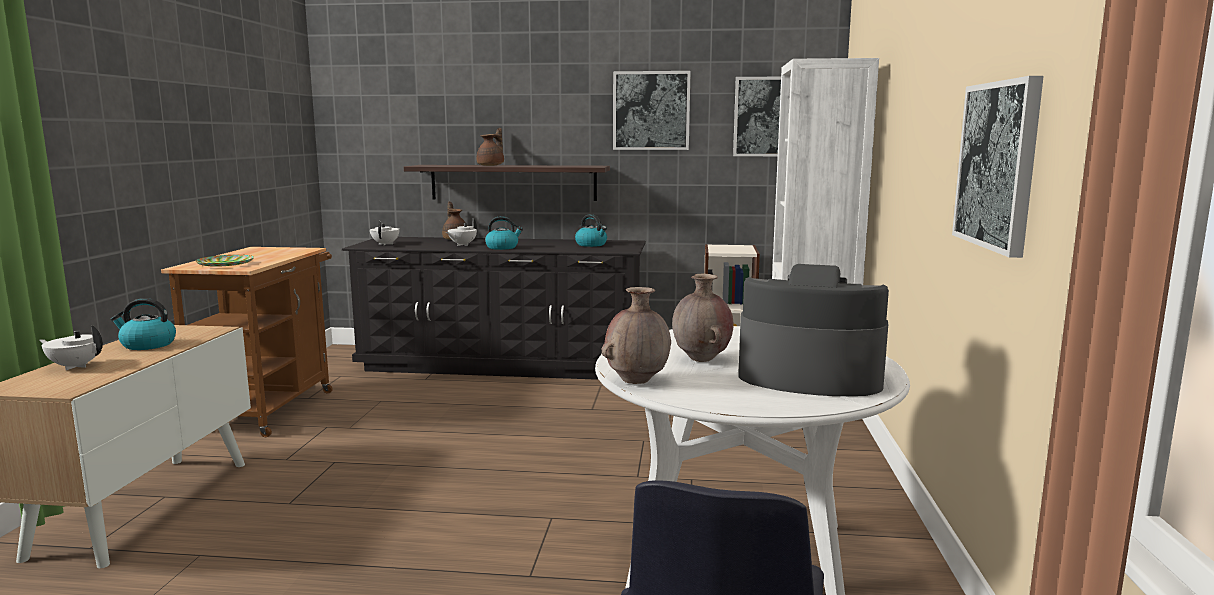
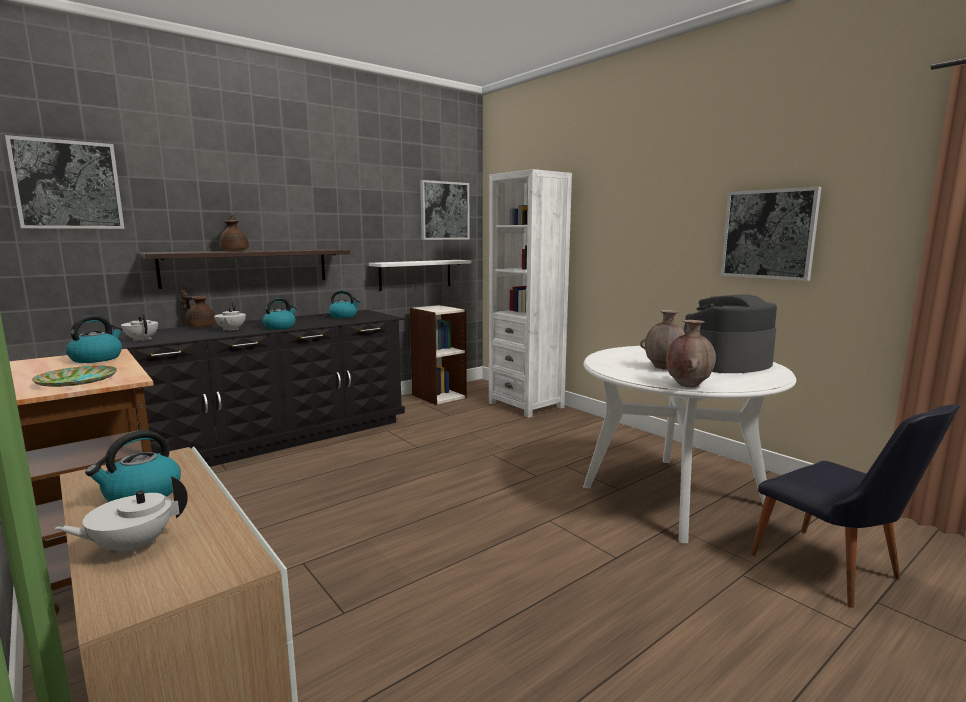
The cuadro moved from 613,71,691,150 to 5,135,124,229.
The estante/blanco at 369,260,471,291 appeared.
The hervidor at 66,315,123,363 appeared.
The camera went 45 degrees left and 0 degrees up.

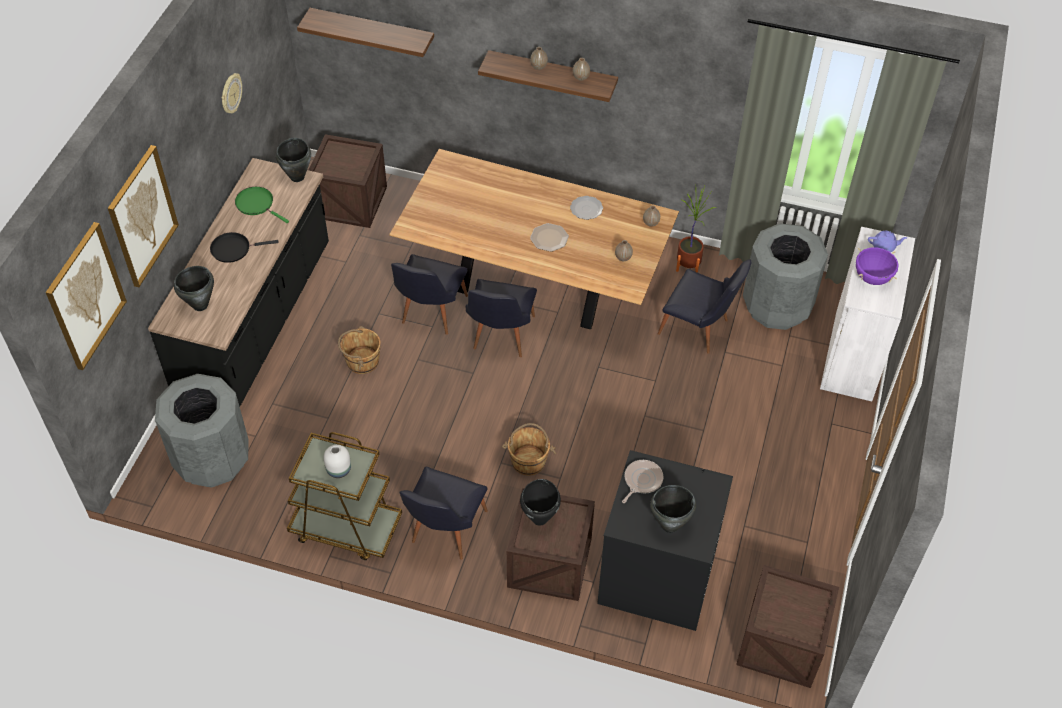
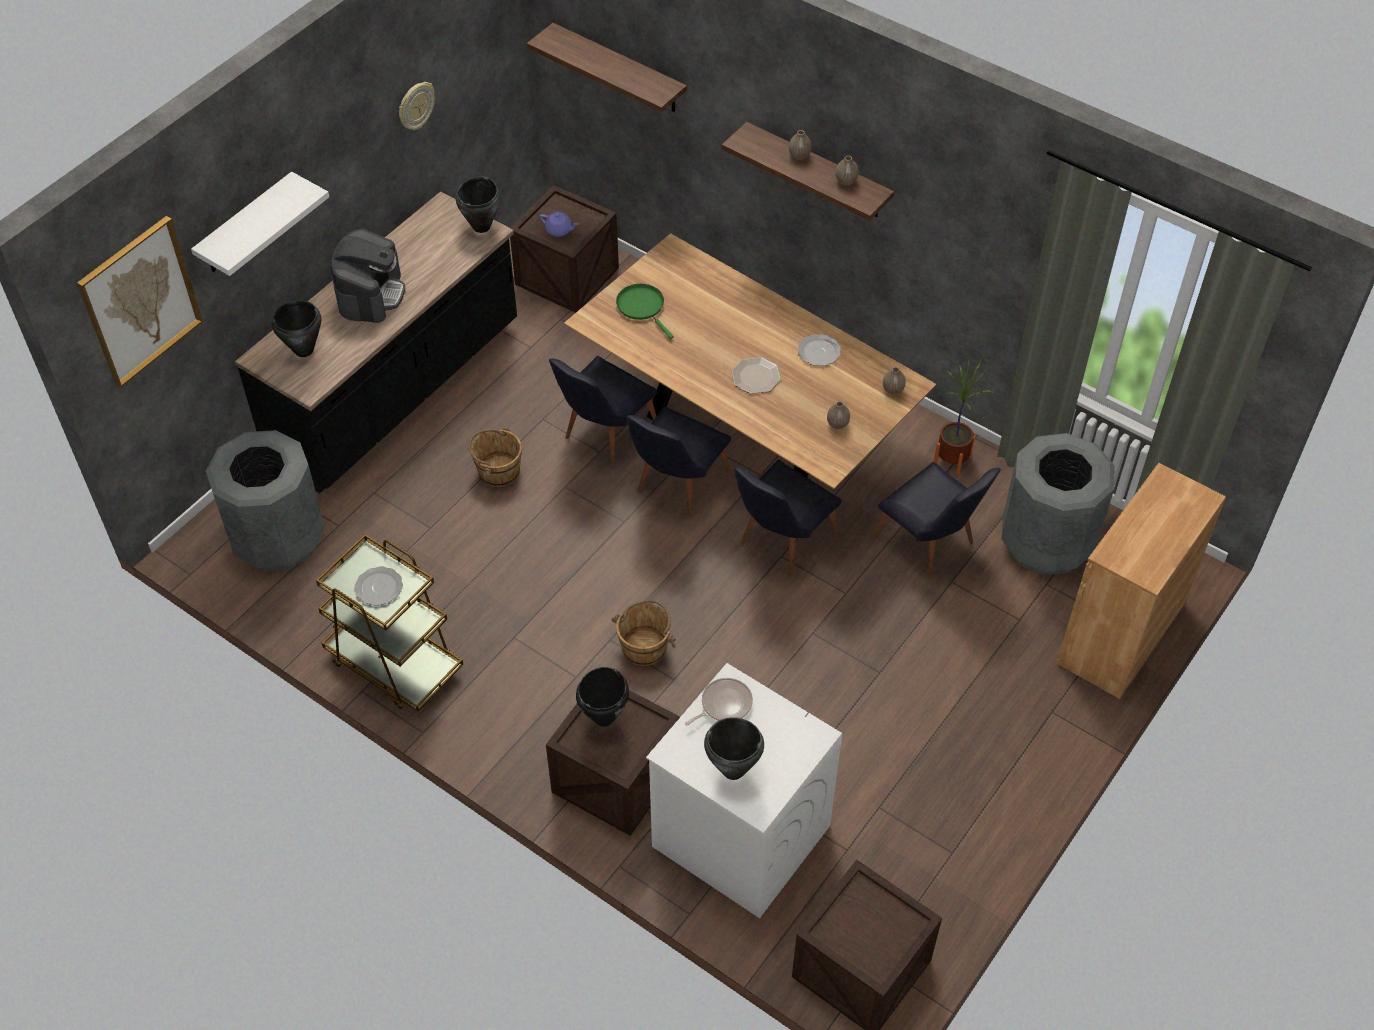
The cuadro at 108,145,179,287 was replaced by the estante/blanco at 191,172,329,276.
The sartén/verde moved from 235,187,289,223 to 616,284,674,339.
The armario/blanco at 820,227,915,402 became the armario/marrón at 1057,463,1226,699.
The tetera/morado moved from 868,231,907,252 to 539,211,579,237.
The sartén/negro at 210,232,279,263 was replaced by the cafetera at 331,229,405,323.
The olla/morado at 856,247,899,285 disappeared.
The florero/blanco at 324,445,351,478 was replaced by the plato at 355,566,403,606.
The lavadora/negro at 597,450,733,631 became the lavadora/blanco at 646,663,842,918.
The silla/negro moved from 400,467,488,560 to 734,460,841,577.
The camera went 20 degrees right and 0 degrees up.

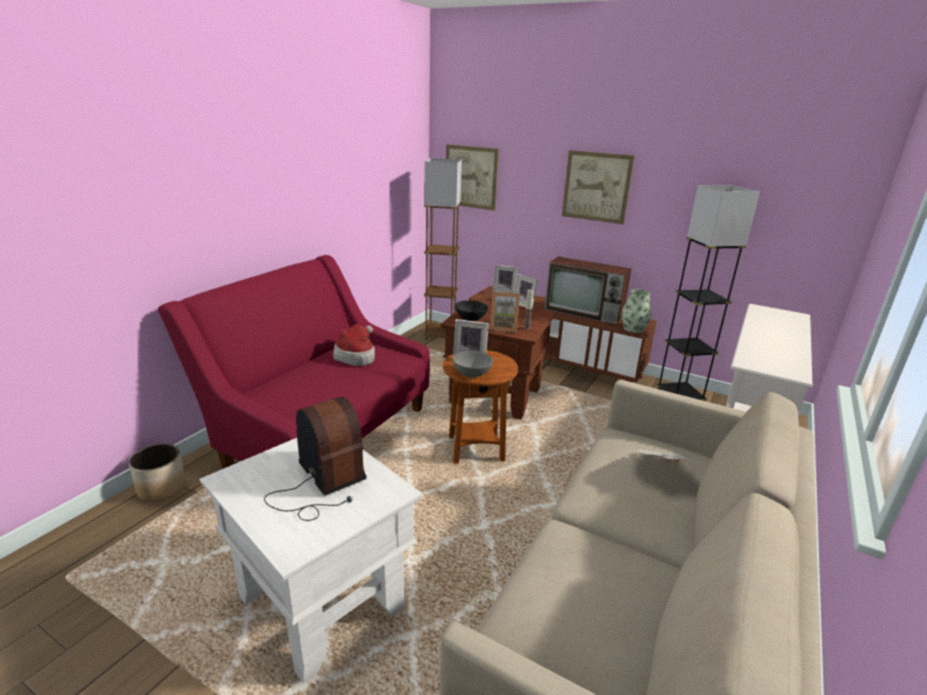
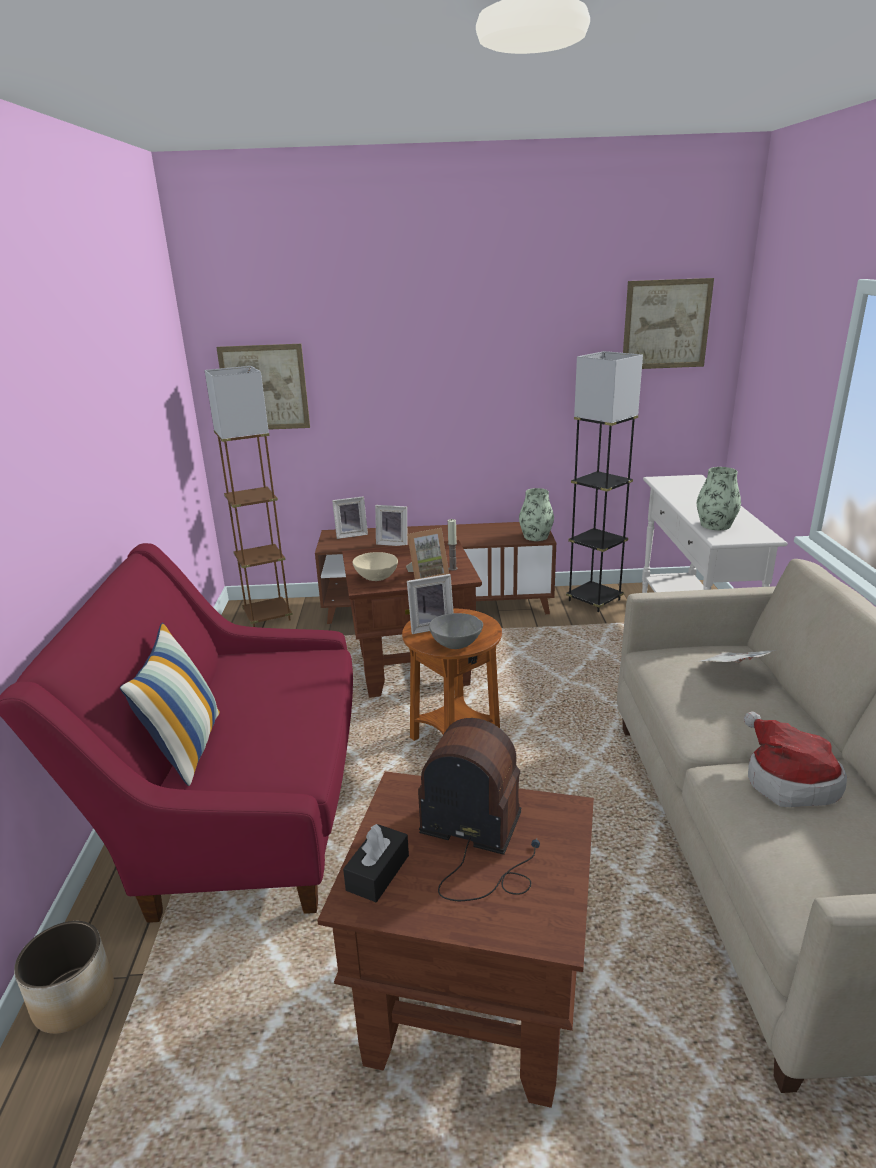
The cuadro moved from 562,150,635,224 to 623,278,714,369.
The televisor at 544,256,631,325 disappeared.
The cuenco/negro at 455,300,488,321 became the cuenco/beis at 353,552,398,581.
The sombrero moved from 333,324,375,366 to 744,711,847,807.
The mesa auxiliar/blanco at 200,438,423,683 became the mesa auxiliar/marrón at 317,771,594,1108.
The florero at 697,467,741,530 appeared.
The cojín at 120,623,220,786 appeared.
The caja de pañuelos/negro at 343,824,409,902 appeared.
The camera went 30 degrees left and 0 degrees up.

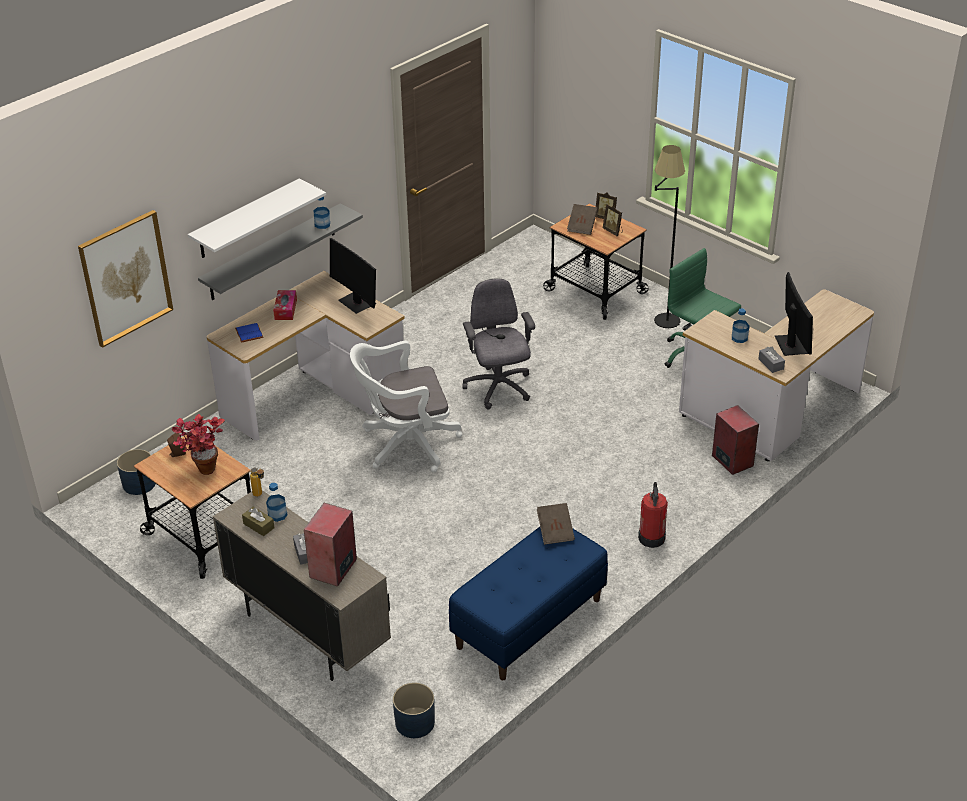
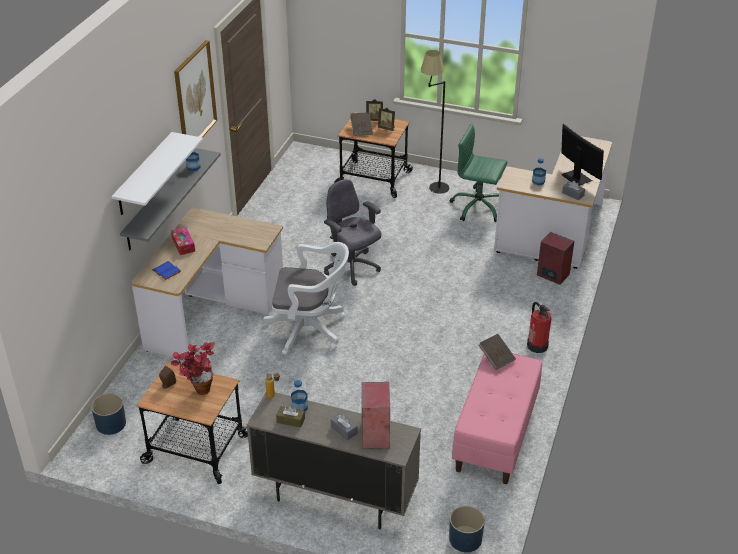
The cuadro moved from 78,210,173,348 to 174,40,217,138.
The monitor at 330,238,376,314 disappeared.
The silla de oficina/blanco at 350,341,463,473 turned 135 degrees counterclockwise.
The banco/azul at 449,527,608,680 became the banco/rosa at 452,353,542,484.
The camera went 25 degrees left and 0 degrees up.

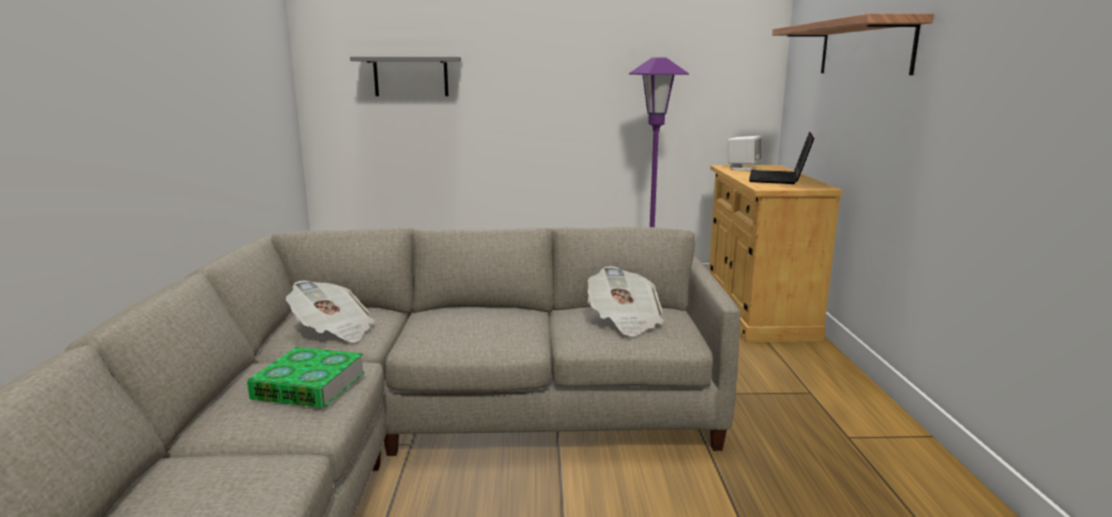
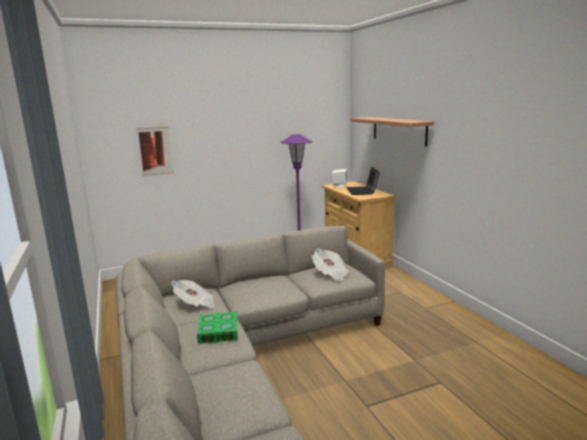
The estante/gris at 350,57,461,96 was replaced by the cuadro at 136,127,174,176.
The camera went 20 degrees left and 0 degrees up.

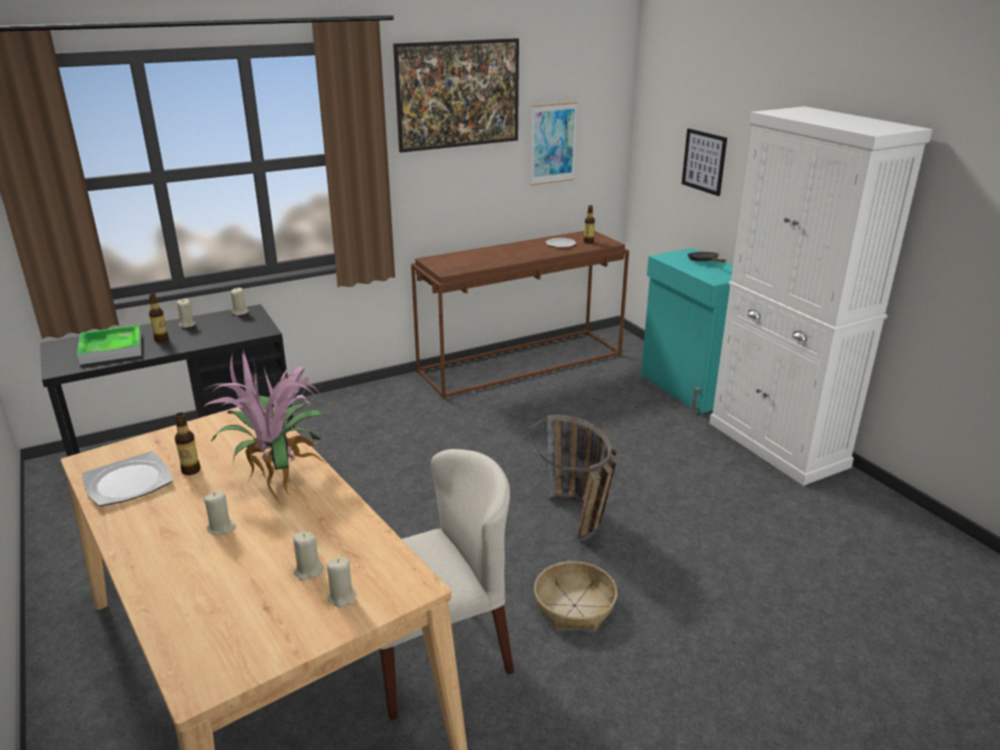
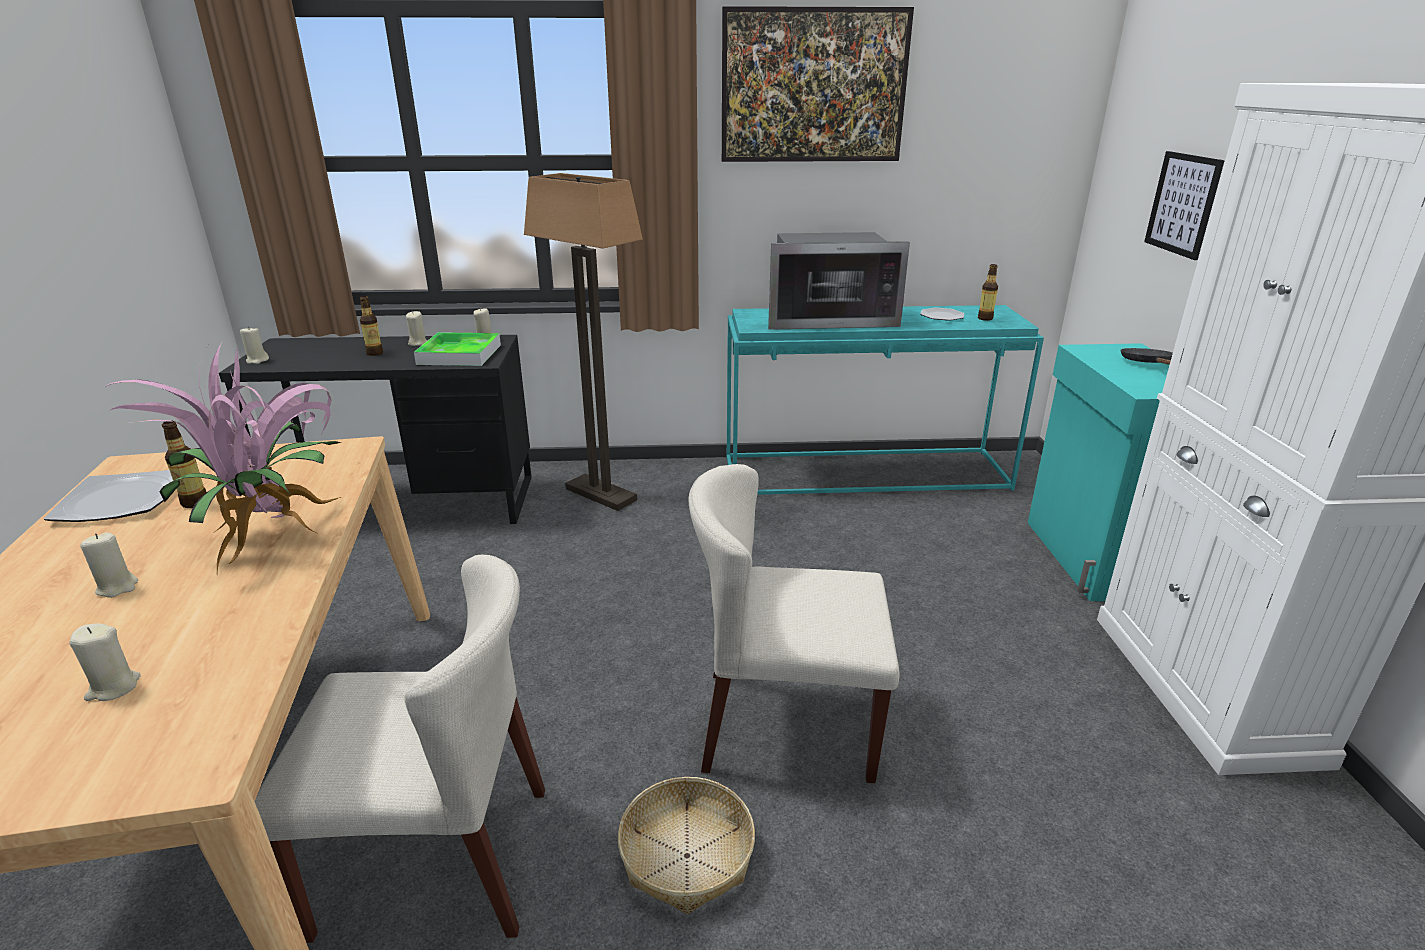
The cuadro at 531,102,577,185 disappeared.
The mesa consola/marrón at 411,231,629,399 became the mesa consola/turquesa at 727,305,1044,495.
The bandeja moved from 77,325,142,365 to 414,332,501,366.
The cesta at 527,415,617,540 was replaced by the silla/beis at 689,464,899,783.
The vela/beis moved from 327,556,356,608 to 240,326,269,364.
The lámpara de pie at 524,173,643,511 appeared.
The microondas at 768,232,910,330 appeared.
The camera went 25 degrees right and 0 degrees up.

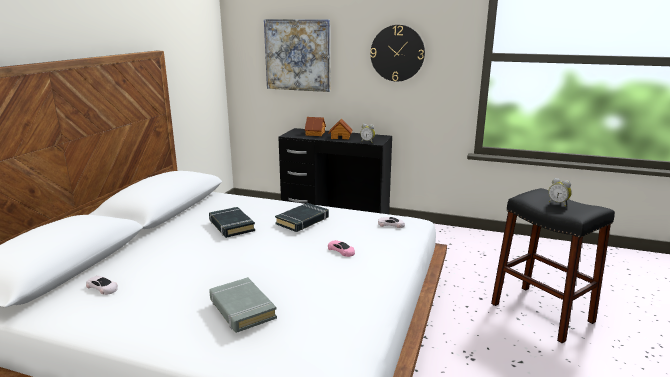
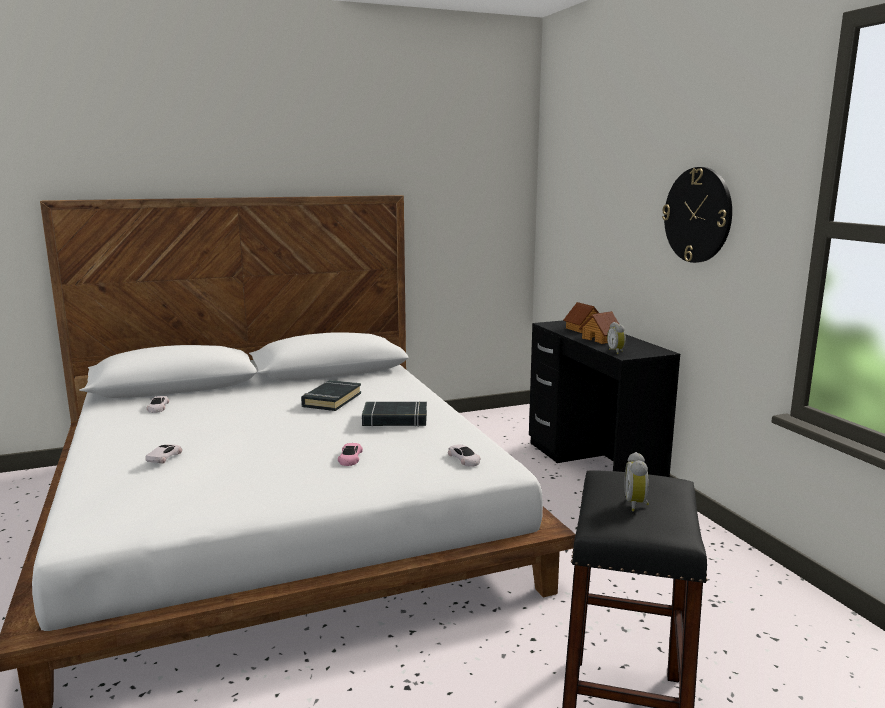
The cuadro at 264,19,330,92 disappeared.
The libro/gris at 209,277,277,333 was replaced by the coche de juguete/blanco at 145,444,182,464.
The camera went 50 degrees right and 5 degrees down.

